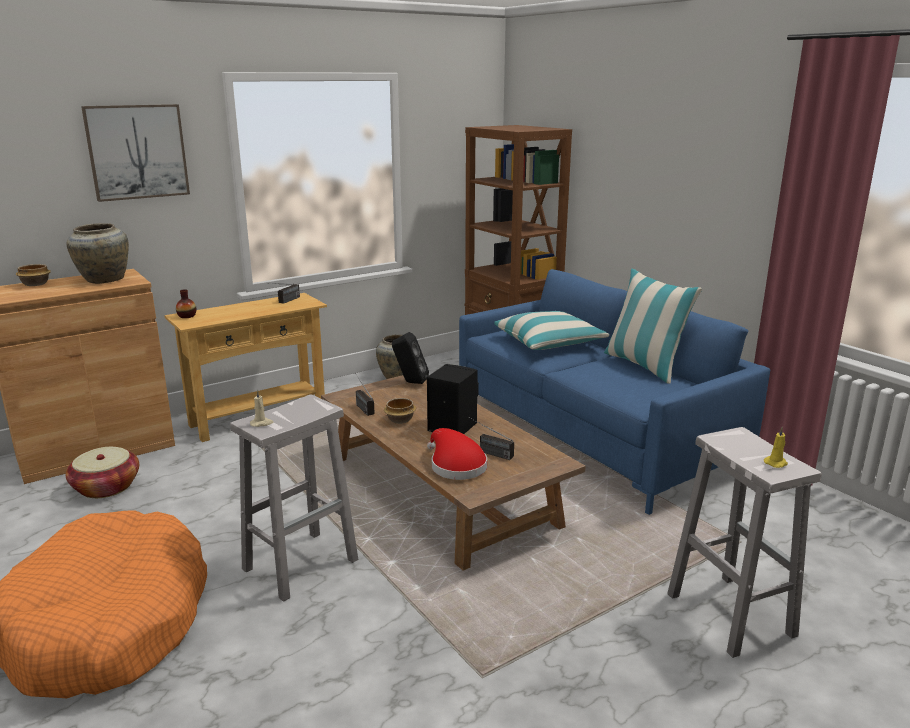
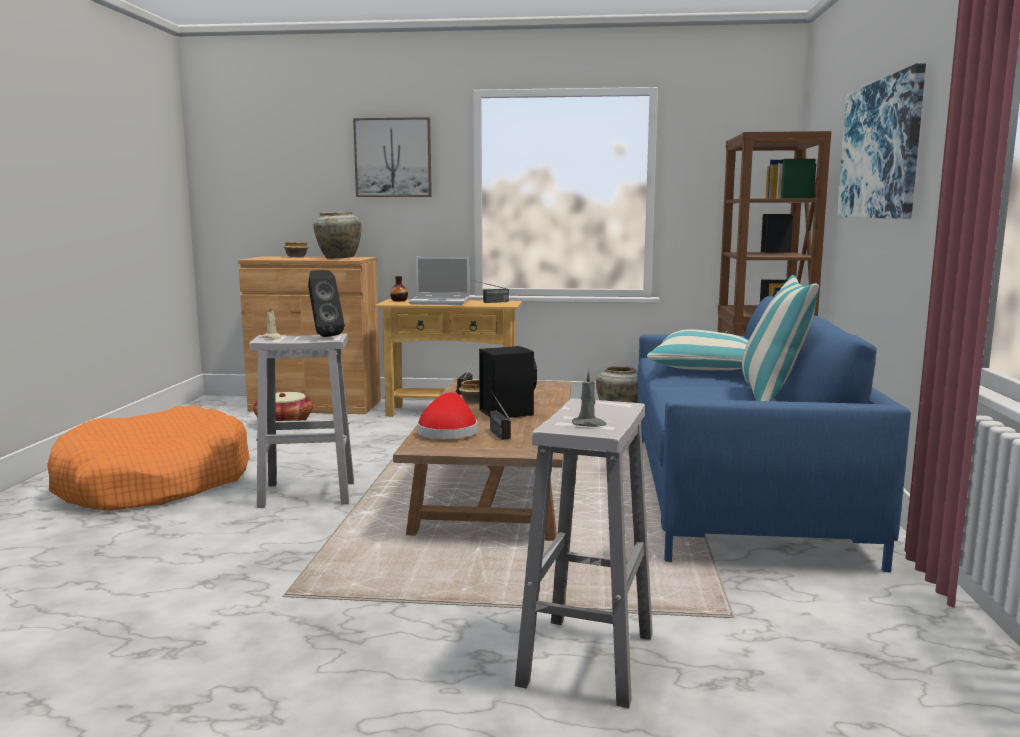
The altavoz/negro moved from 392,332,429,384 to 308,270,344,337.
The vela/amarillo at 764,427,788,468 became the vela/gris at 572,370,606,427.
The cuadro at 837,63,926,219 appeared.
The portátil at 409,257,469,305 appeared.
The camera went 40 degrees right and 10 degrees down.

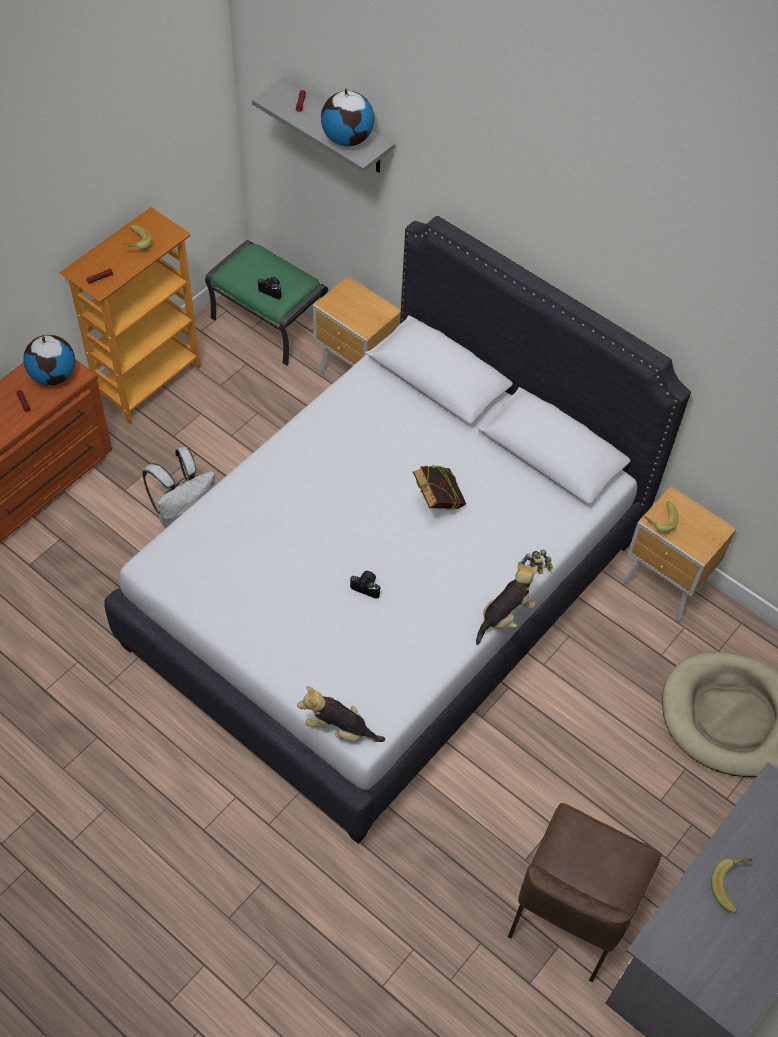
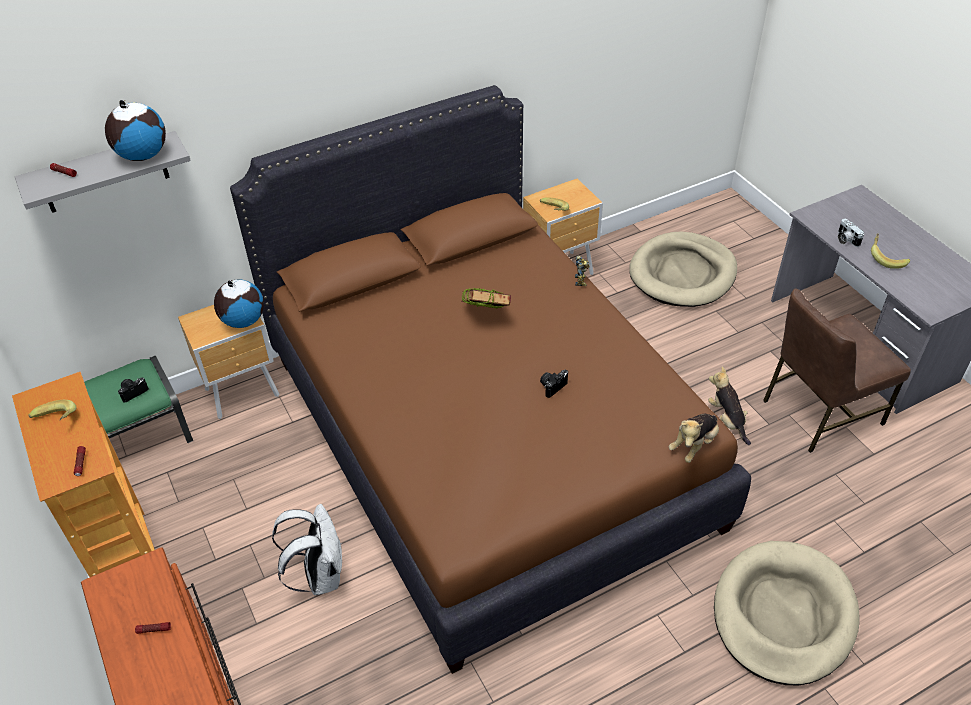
The cama/blanco at 104,216,691,844 became the cama/marrón at 230,85,751,674.
The globo terráqueo moved from 23,335,75,386 to 214,279,264,328.
The peluche moved from 476,562,538,645 to 708,366,751,445.
The silla/marrón at 508,803,662,983 turned 105 degrees clockwise.
The cámara at 838,219,864,247 appeared.
The cama para perro/beis at 714,541,860,685 appeared.
The camera went 65 degrees left and 10 degrees down.

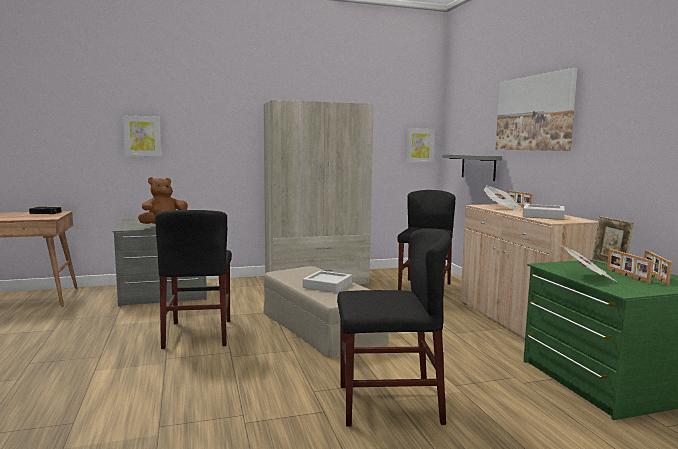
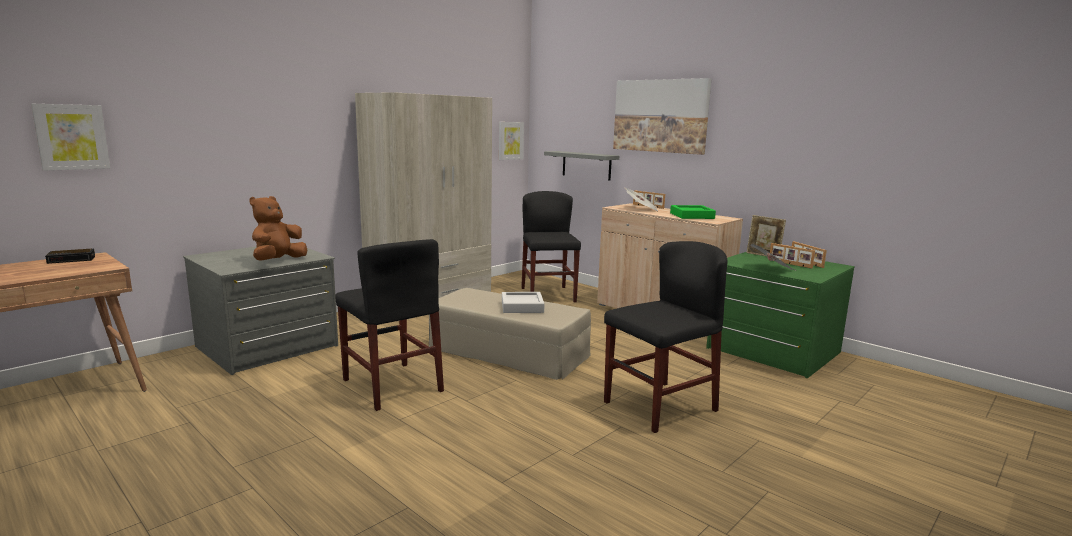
The cuadro moved from 123,116,161,156 to 31,104,110,171.
The bandeja/gris at 523,204,565,220 became the bandeja/verde at 670,205,716,219.
The camera went 30 degrees left and 5 degrees up.

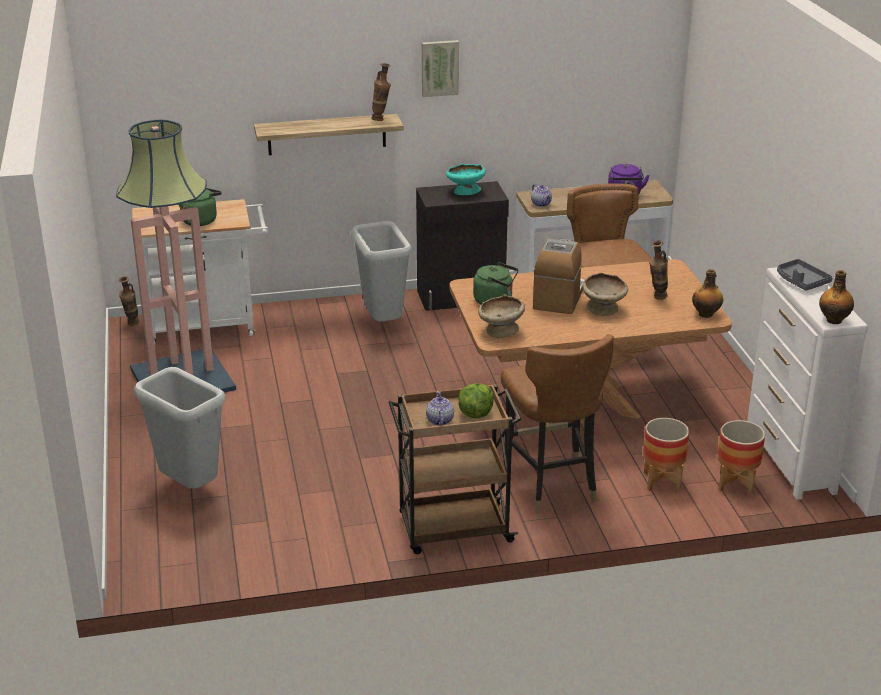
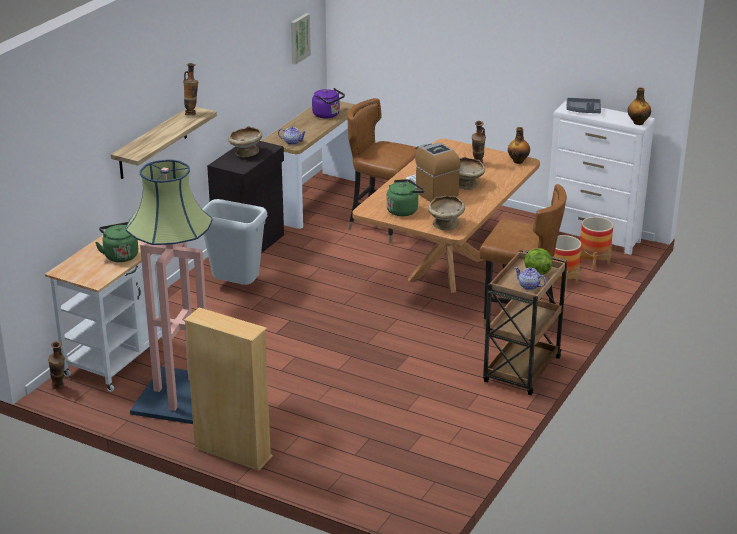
The cuadro moved from 422,40,459,97 to 291,13,311,65.
The cuenco/turquesa at 446,164,486,195 became the cuenco/beis at 228,126,262,158.
The papelera/gris at 134,367,225,489 disappeared.
The estantería/beis at 184,307,273,471 appeared.
The camera went 50 degrees left and 0 degrees up.

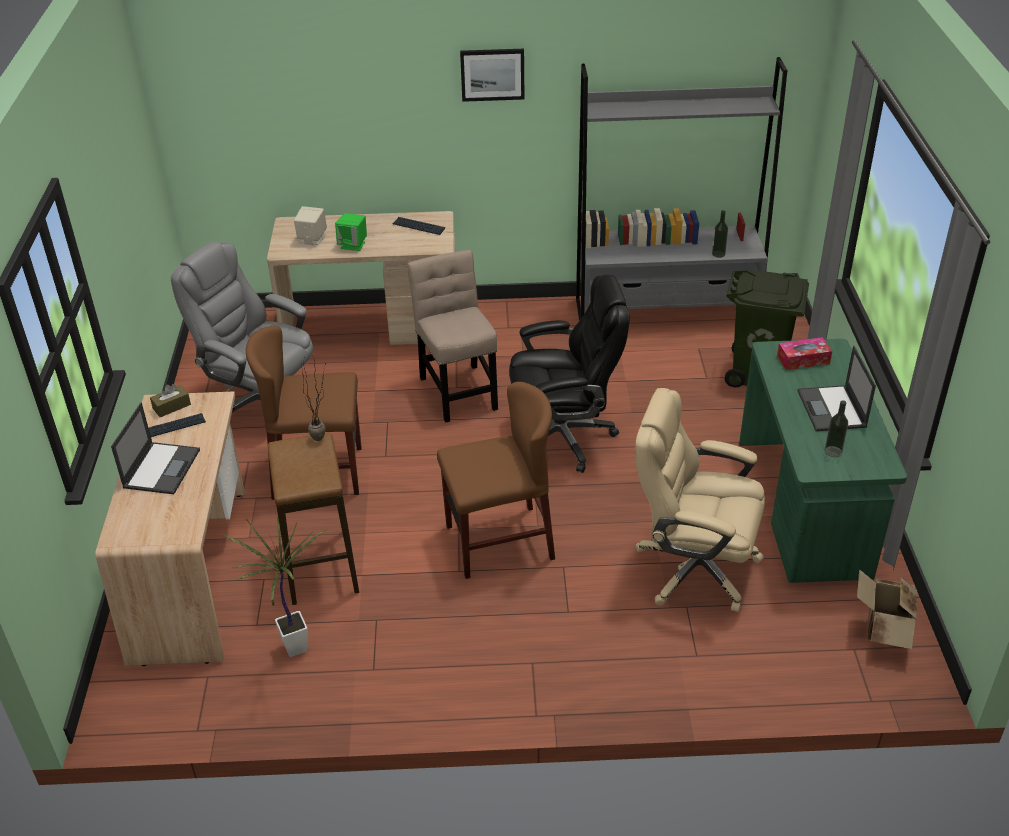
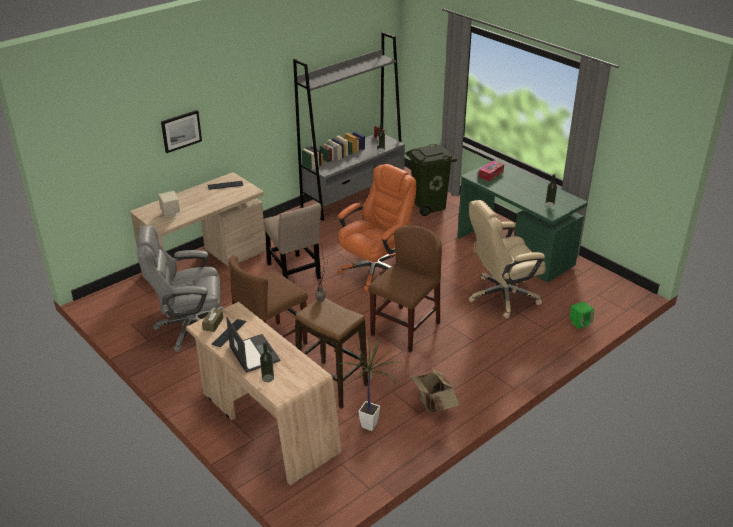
The cuadro moved from 460,49,524,102 to 161,110,202,153.
The altavoz/verde moved from 335,213,367,251 to 570,302,594,329.
The silla/beis at 407,250,498,423 turned 150 degrees counterclockwise.
The silla de oficina/negro at 509,274,630,473 became the silla de oficina/naranja at 338,164,416,292.
The portátil at 798,346,876,431 disappeared.
The caja de cartón moved from 857,569,917,649 to 410,369,459,413.
The botella at 260,343,274,382 appeared.
The camera went 40 degrees left and 5 degrees down.

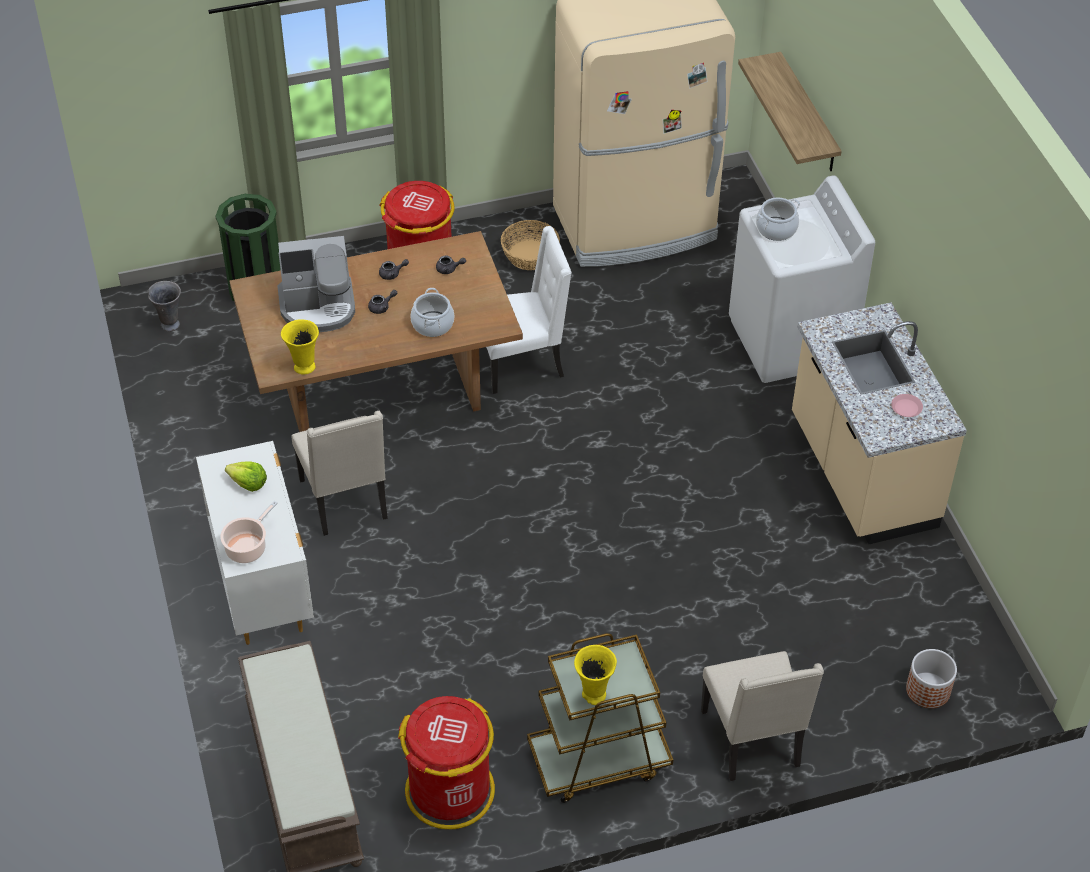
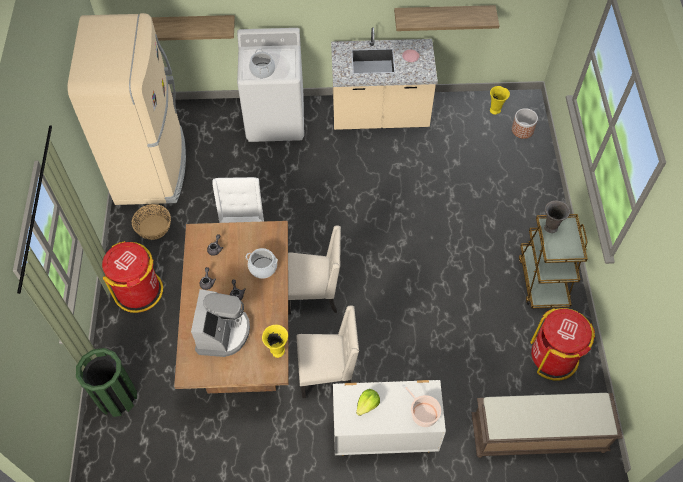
The florero/gris moved from 148,281,181,332 to 544,200,570,233.
The florero/amarillo moved from 574,645,617,705 to 490,86,510,115.
The silla/beis moved from 701,651,824,781 to 288,225,341,315.
The estante at 394,5,499,31 appeared.
The camera went 75 degrees left and 10 degrees up.

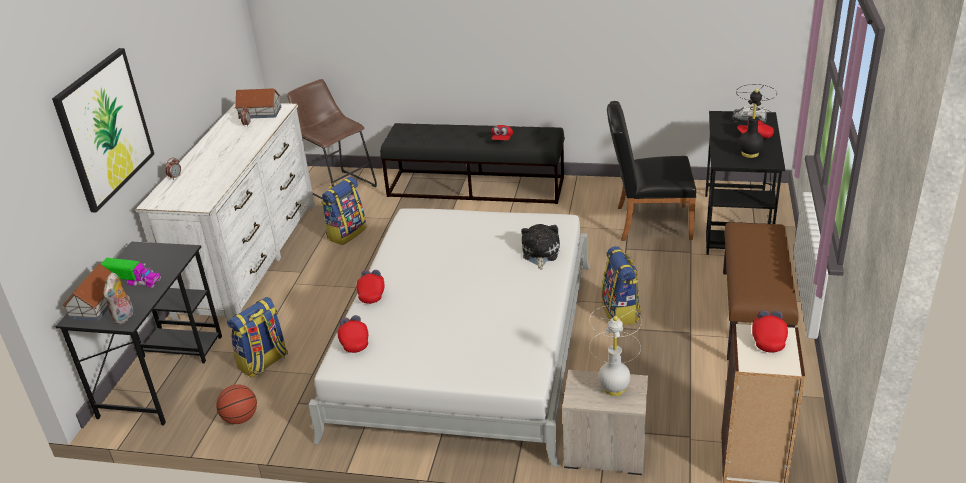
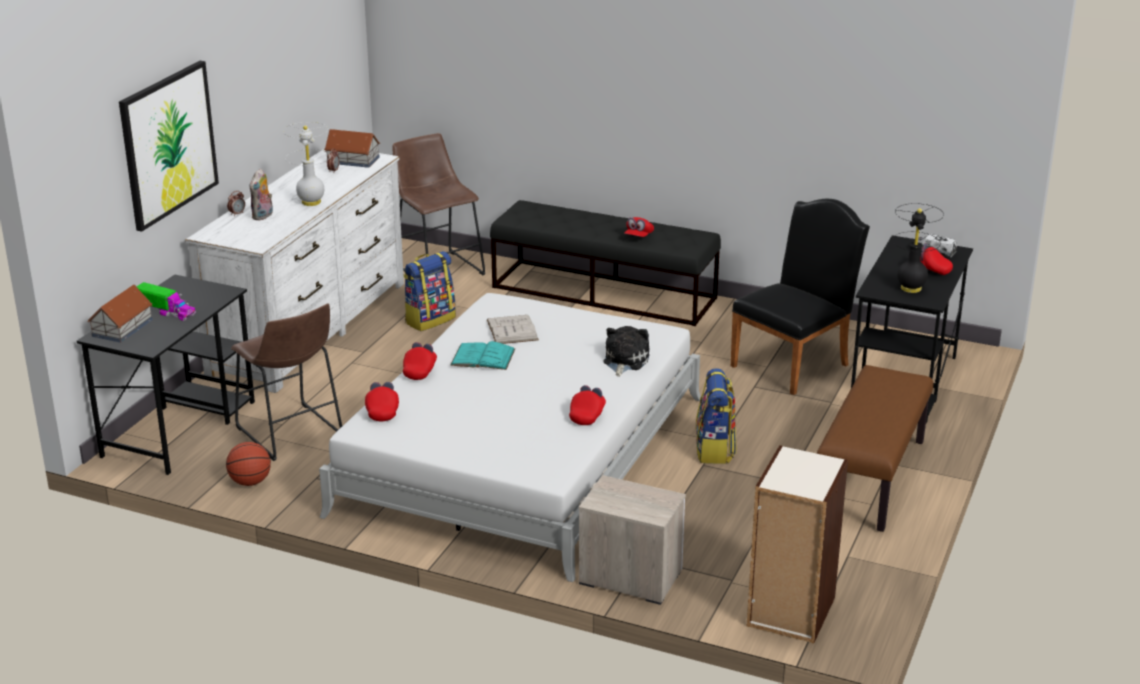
The silla/negro at 607,101,696,241 turned 120 degrees clockwise.
The peluche moved from 103,272,133,324 to 249,168,273,221.
The mochila at 227,297,288,378 was replaced by the taburete/marrón at 231,304,342,461.
The lámpara de mesa/blanco moved from 589,305,642,396 to 283,122,330,206.
The gorra/rojo moved from 752,310,788,353 to 569,385,606,425.
The libro/blanco at 487,315,539,344 appeared.
The libro/turquesa at 450,341,515,370 appeared.
The camera went 10 degrees right and 5 degrees down.

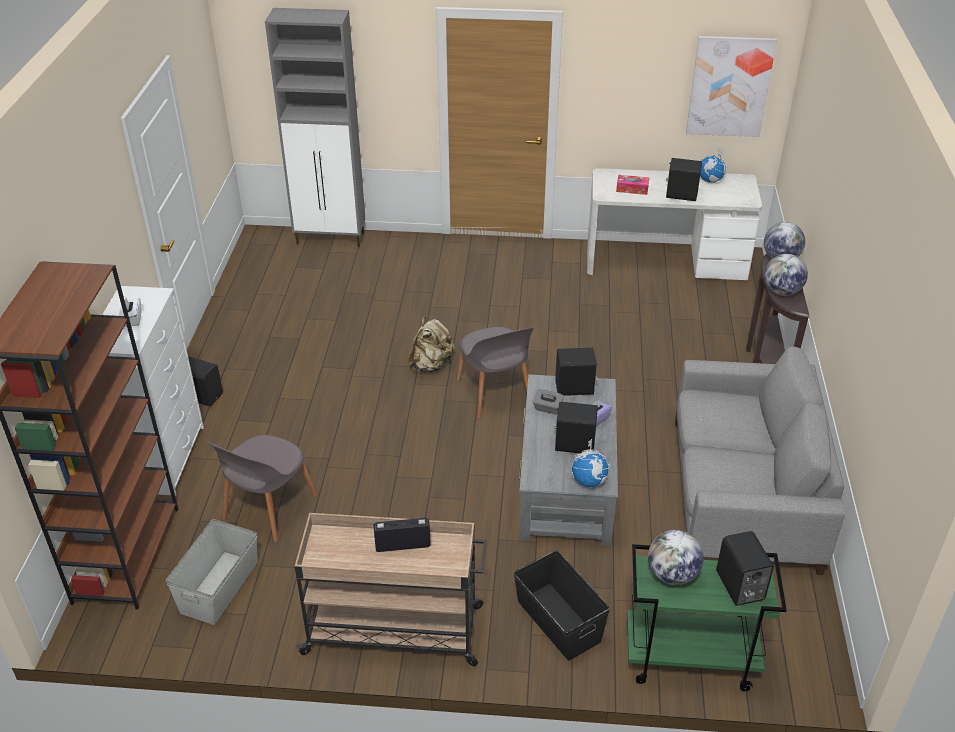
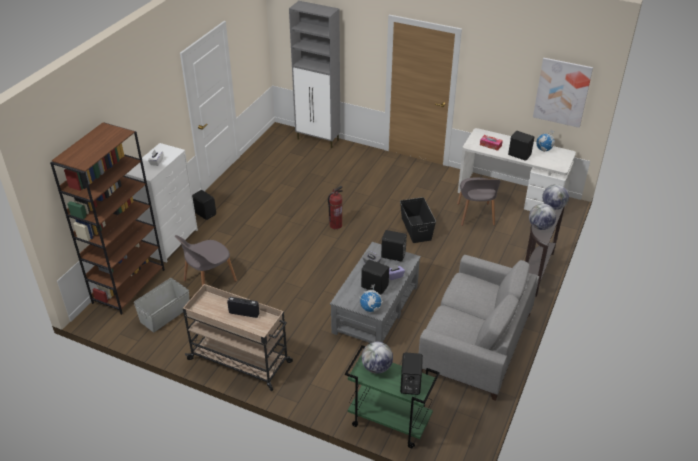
The mochila/beis at 408,317,455,372 was replaced by the extintor at 328,186,343,229.
The silla/gris moved from 457,327,534,418 to 457,177,501,226.
The caja de almacenaje/negro moved from 514,550,610,661 to 400,197,436,243.
The camera went 20 degrees right and 0 degrees up.

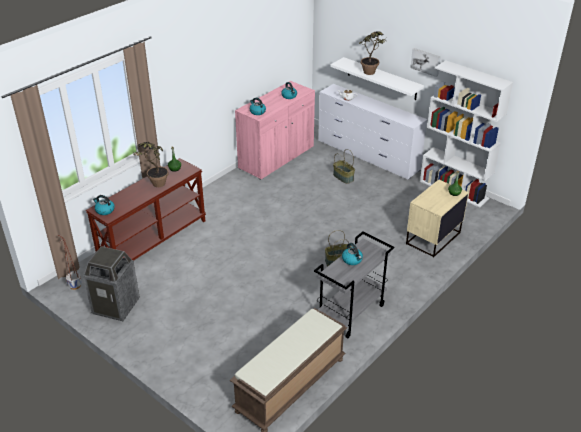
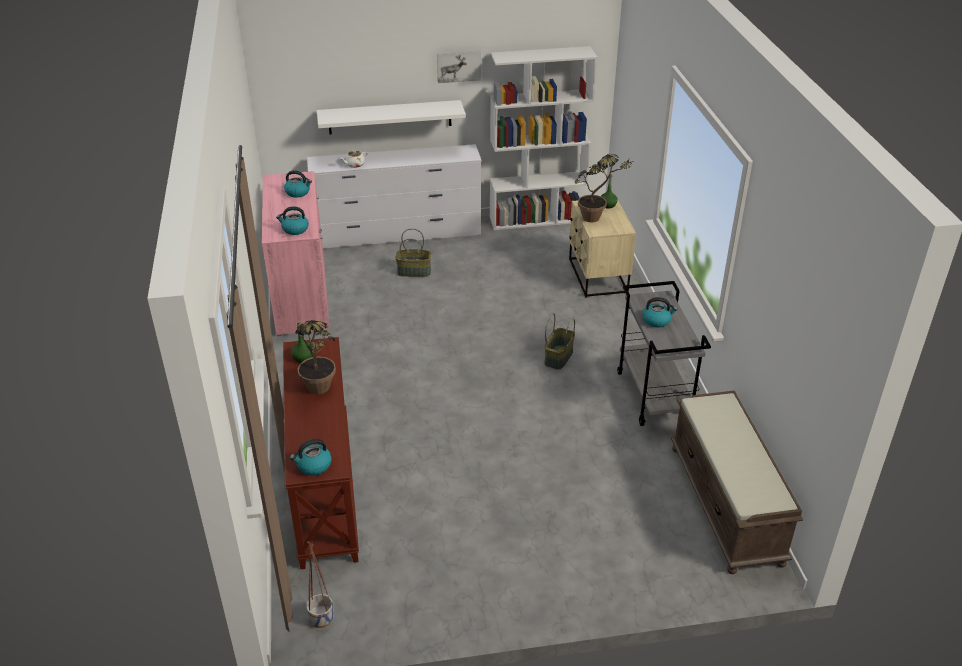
The planta en maceta moved from 359,31,387,75 to 574,154,633,222.
The papelera at 83,246,140,321 disappeared.
The camera went 50 degrees left and 0 degrees up.

